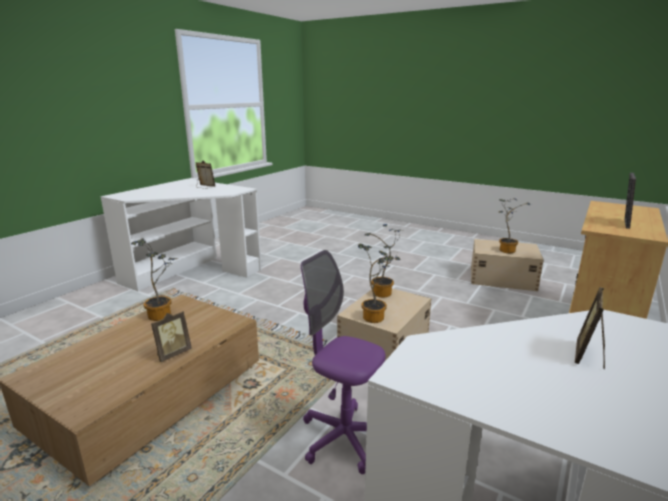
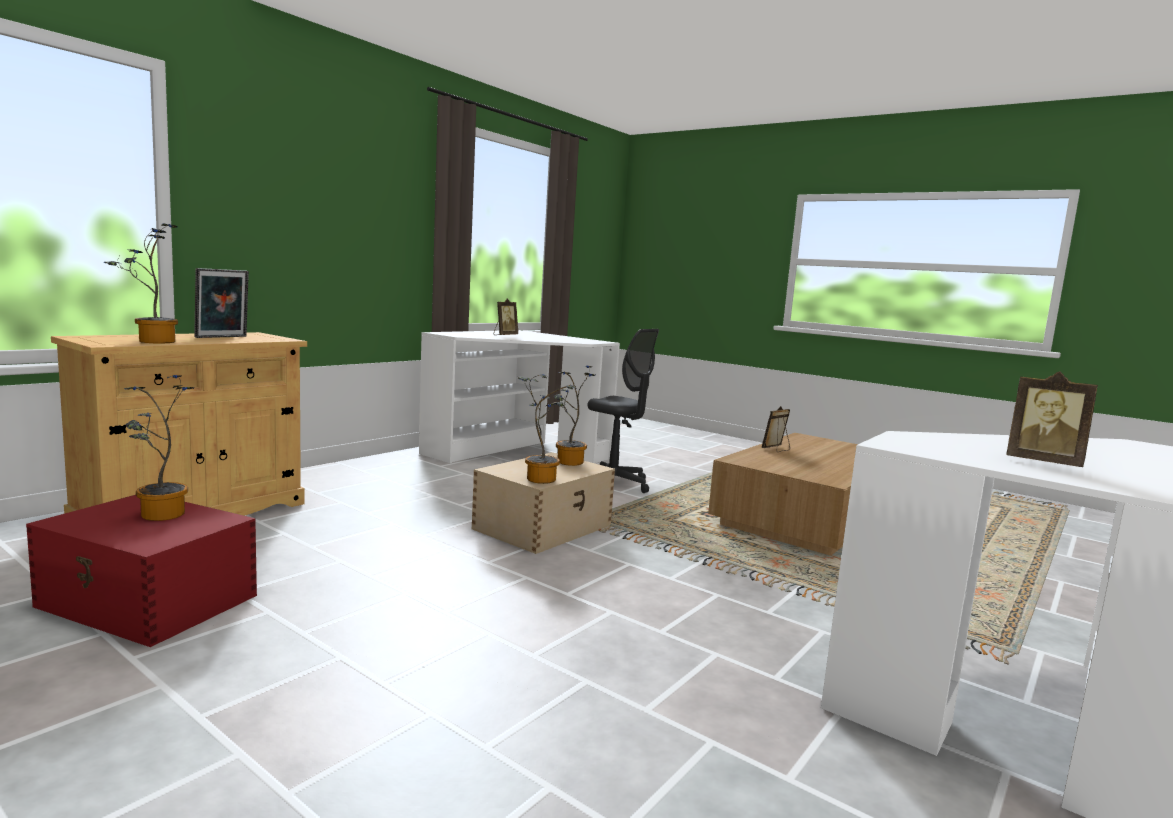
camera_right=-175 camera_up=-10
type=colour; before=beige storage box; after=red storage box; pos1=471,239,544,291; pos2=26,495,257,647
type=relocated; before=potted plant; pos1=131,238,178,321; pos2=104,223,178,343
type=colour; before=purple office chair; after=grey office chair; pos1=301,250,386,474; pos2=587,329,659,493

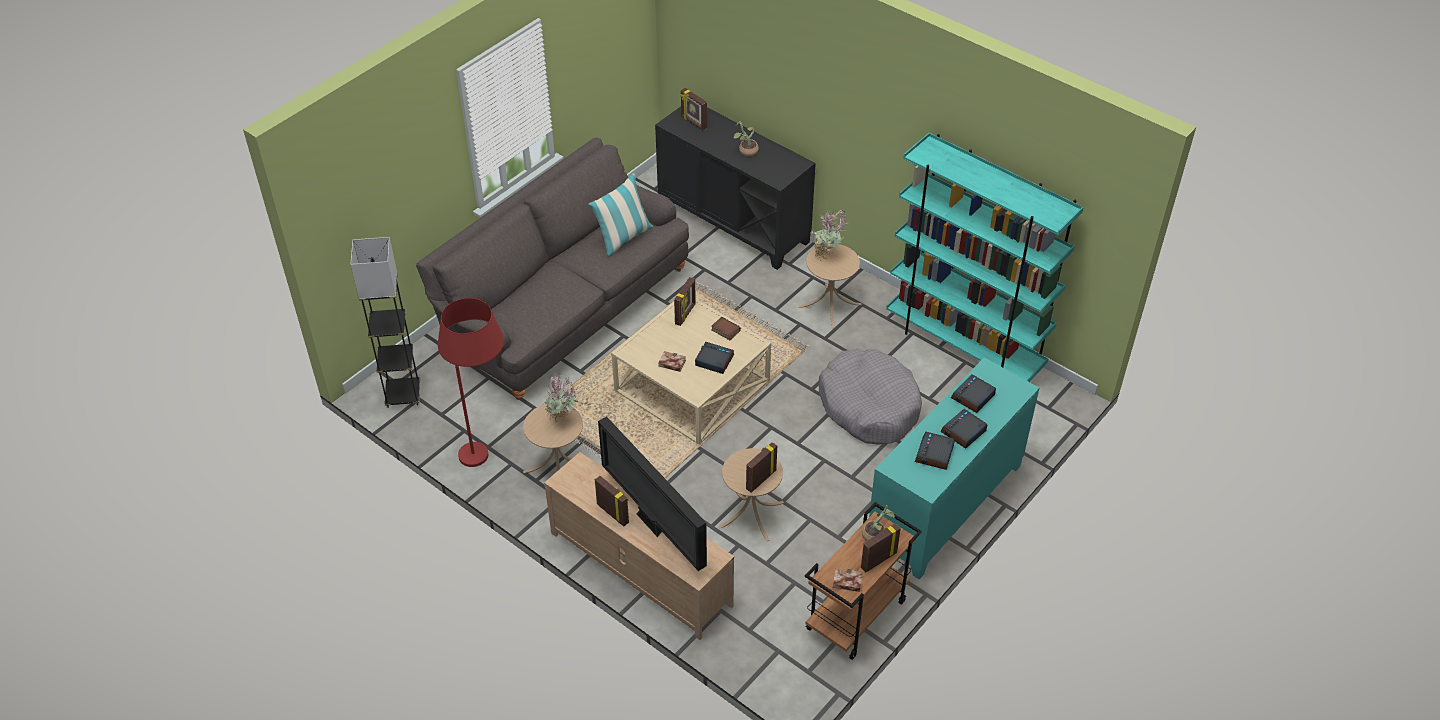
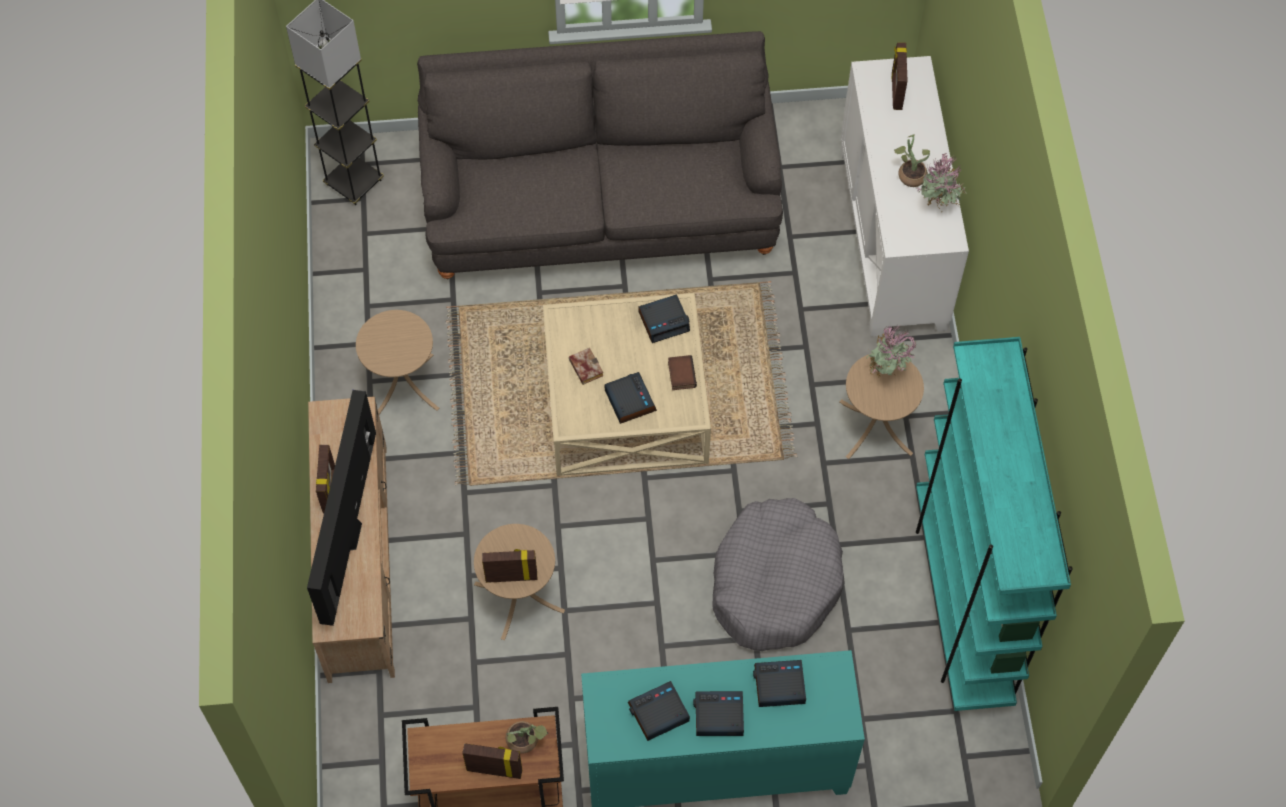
camera_right=45 camera_up=15
type=exchanged; before=picture frame; after=alarm clock; pos1=674,277,696,326; pos2=638,294,690,343
type=colour; before=black cabinet; after=white cabinet; pos1=655,107,816,270; pos2=840,56,969,336
type=relocated; before=potted plant; pos1=543,374,578,423; pos2=918,153,967,209
type=missing; before=red floor lamp; pos1=438,298,504,467
type=missing; before=pillow; pos1=588,173,653,257
type=missing; before=book; pos1=833,568,863,592

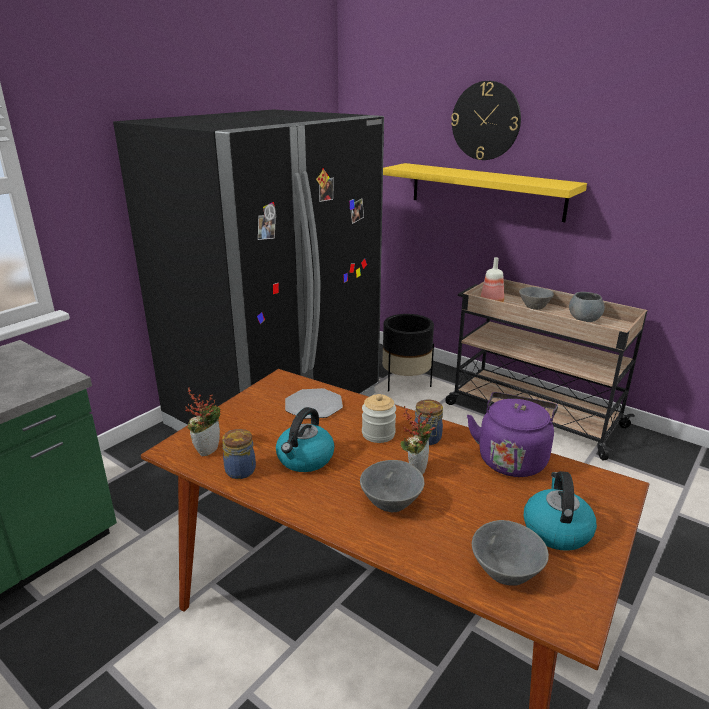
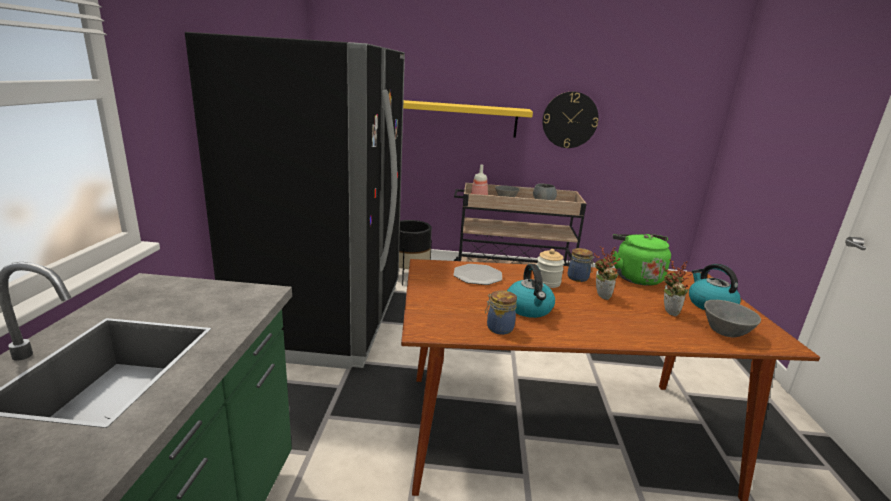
camera_right=-35 camera_up=-5
type=relocated; before=wall clock; pos1=451,81,521,160; pos2=542,92,599,148
type=colour; before=purple kettle; after=green kettle; pos1=467,392,558,477; pos2=612,234,671,286
type=relocated; before=potted plant; pos1=186,388,221,457; pos2=663,259,692,317
type=missing; before=grey bowl; pos1=360,460,425,512

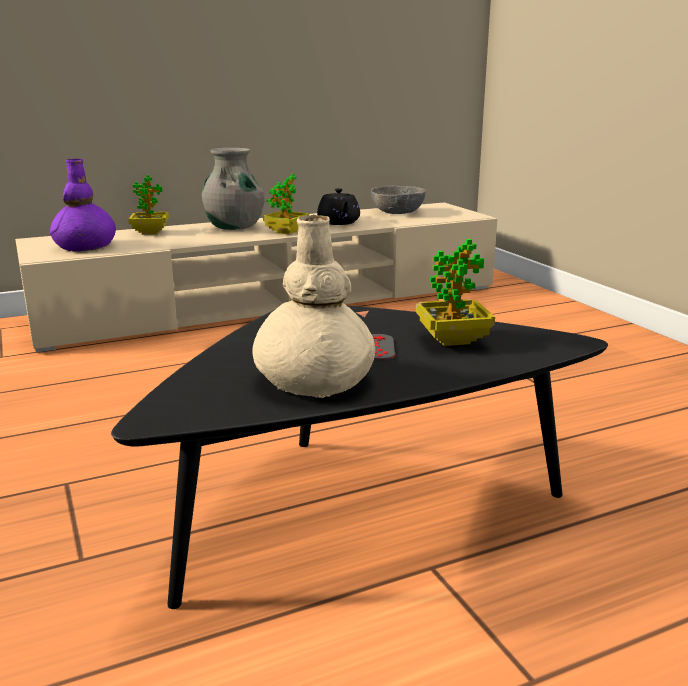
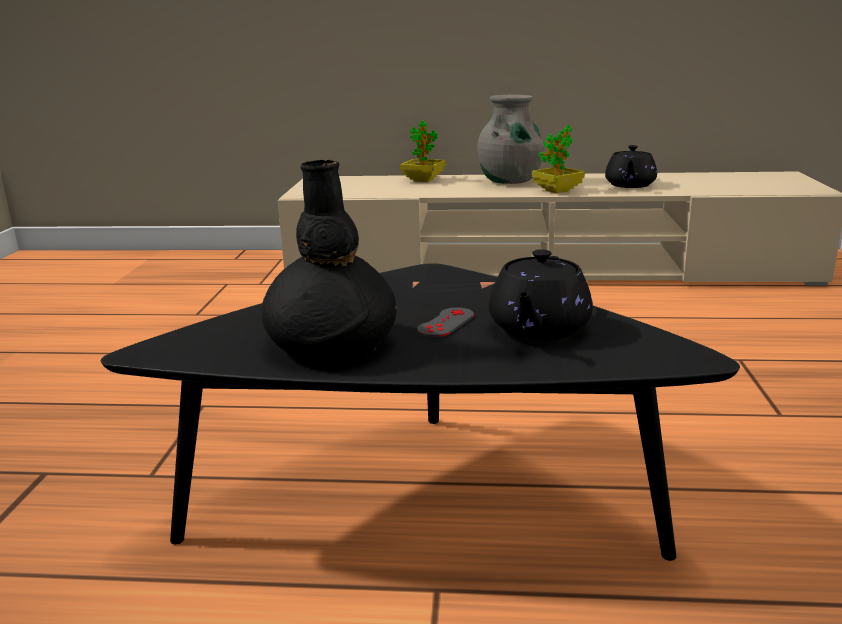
camera_right=30 camera_up=0
type=colour; before=beige vase; after=black vase; pos1=252,215,375,398; pos2=261,160,397,363
type=exchanged; before=potted plant; after=black teapot; pos1=416,239,495,346; pos2=489,249,593,340
type=missing; before=purple vase; pos1=50,159,116,252
type=missing; before=grey bowl; pos1=371,185,426,214

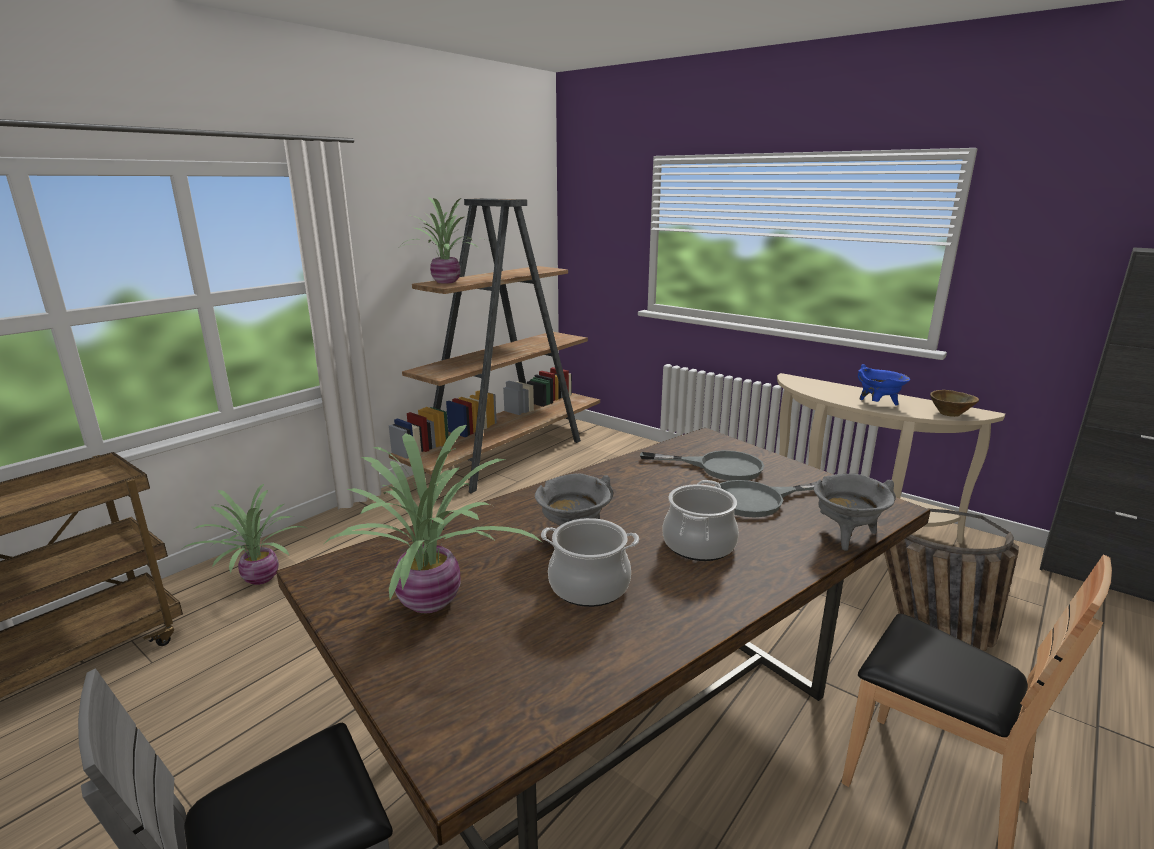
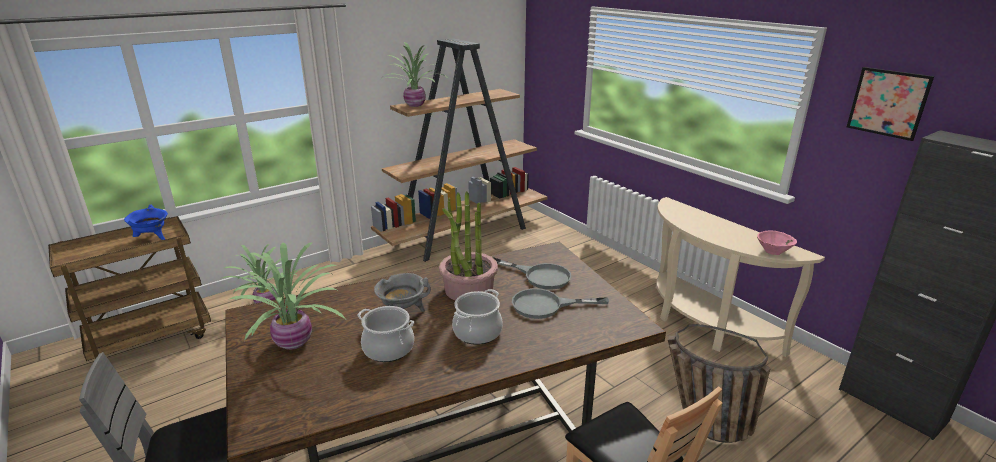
camera_right=15 camera_up=5
type=relocated; before=blue cooking pot; pos1=858,364,910,406; pos2=124,205,168,240
type=appeared; after=potted plant; pos2=439,191,498,300
type=colour; before=brown bowl; after=pink bowl; pos1=930,390,979,417; pos2=757,231,797,255
type=appeared; after=picture; pos2=847,67,934,141
type=missing; before=grey cooking pot; pos1=814,474,896,551

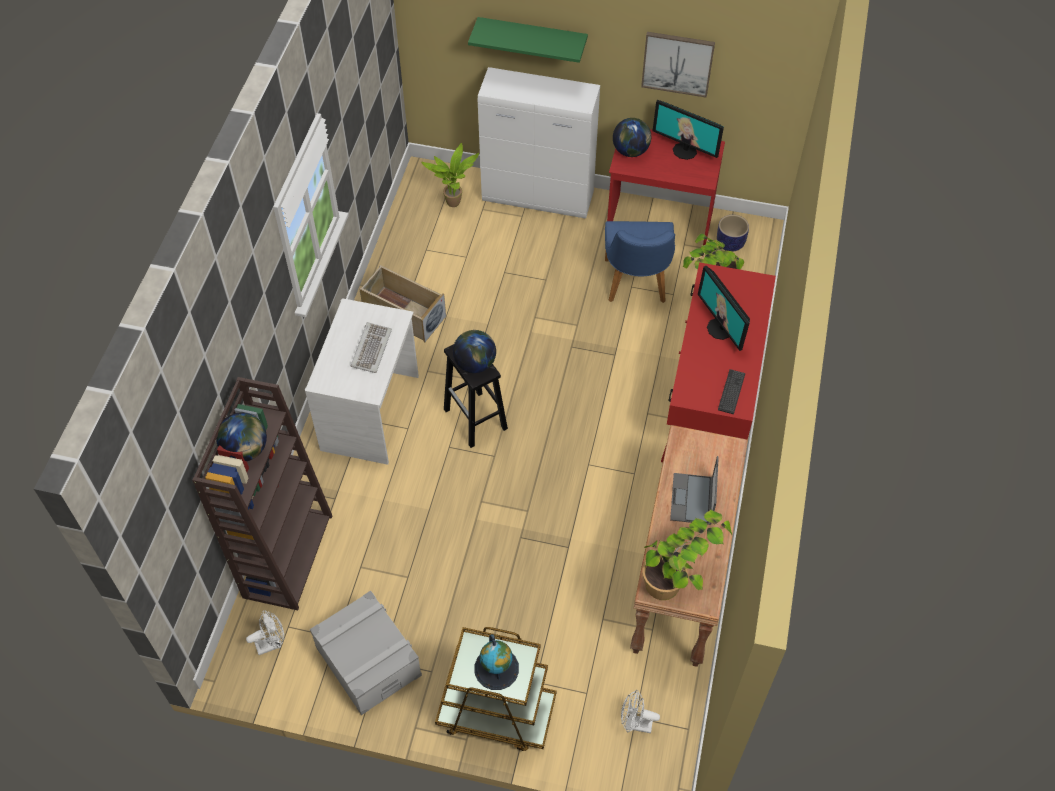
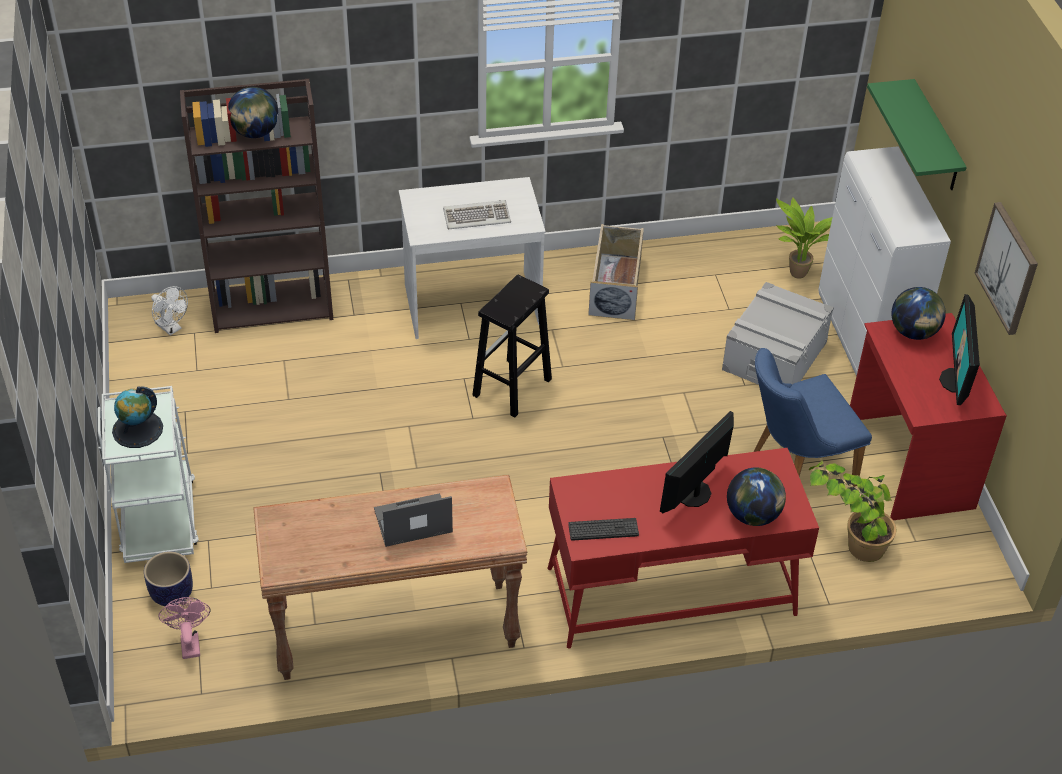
camera_right=65 camera_up=-10
type=colour; before=brown cart; after=white cart; pos1=435,627,556,751; pos2=98,386,199,563
type=relocated; before=planter; pos1=717,215,749,252; pos2=144,551,193,606
type=colour; before=white fan; after=pink fan; pos1=621,690,660,733; pos2=158,597,211,659
type=relocated; before=grey storage box; pos1=310,591,422,715; pos2=722,282,834,385
type=relocated; before=globe; pos1=453,330,496,373; pos2=727,467,786,526
type=missing; before=potted plant; pos1=642,510,732,600

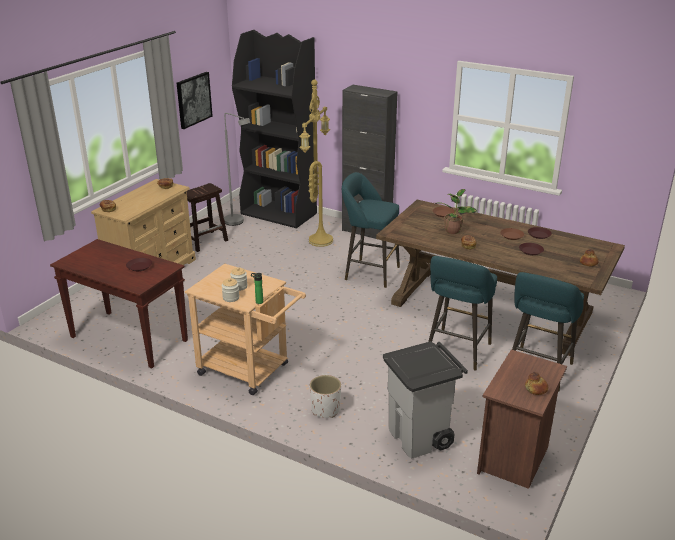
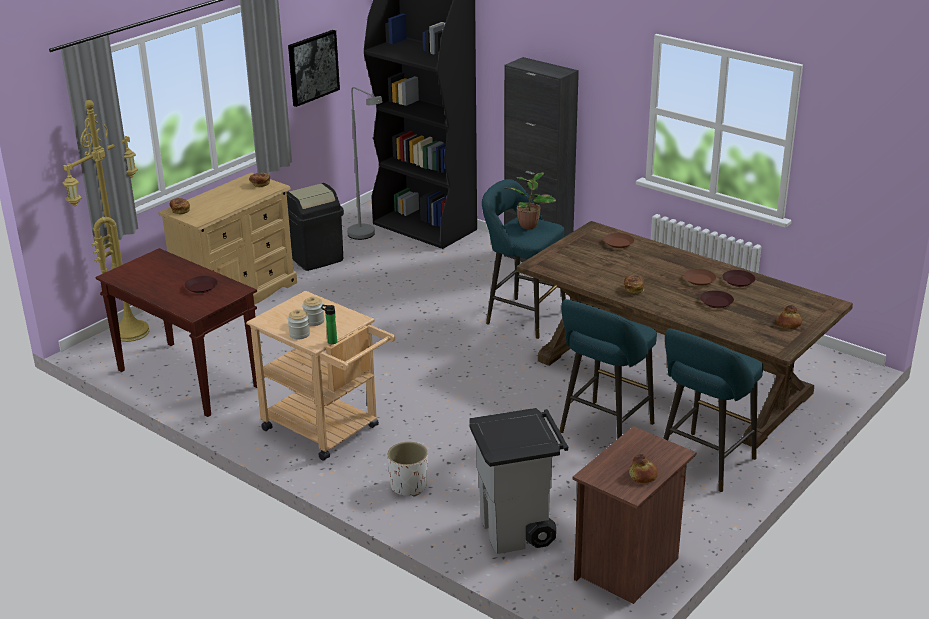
camera_right=10 camera_up=0
type=relocated; before=yellow floor lamp; pos1=299,79,333,247; pos2=63,100,149,342
type=exchanged; before=brown stool; after=black trash can; pos1=187,183,228,252; pos2=286,183,344,271
type=relocated; before=potted plant; pos1=436,189,477,234; pos2=505,172,557,229

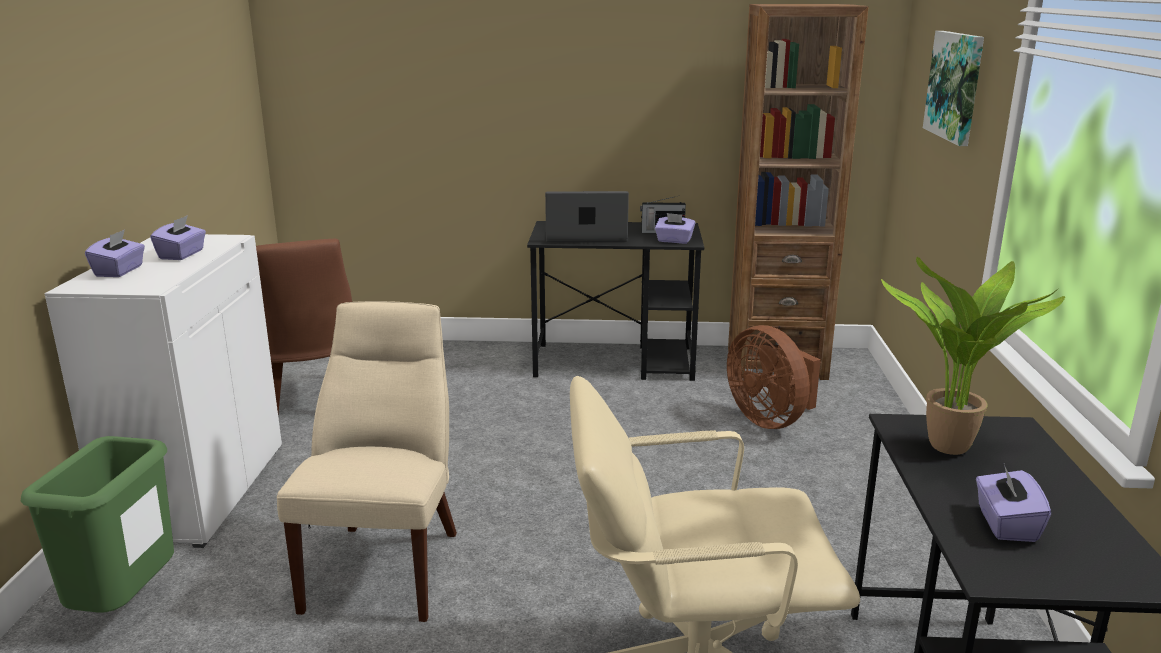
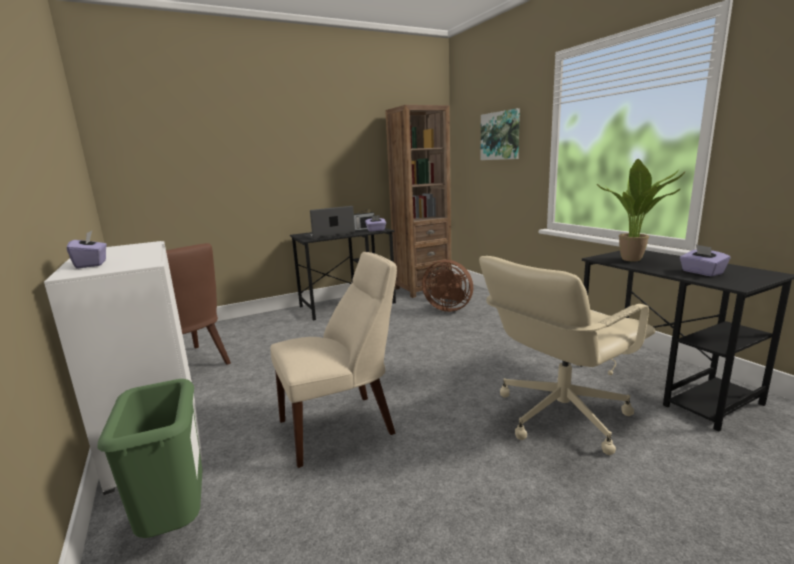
camera_right=-30 camera_up=-5
type=spun; before=beige chair; pos1=277,301,457,622; pos2=270,252,397,468; turn=90
type=missing; before=purple tissue box; pos1=150,215,206,260

